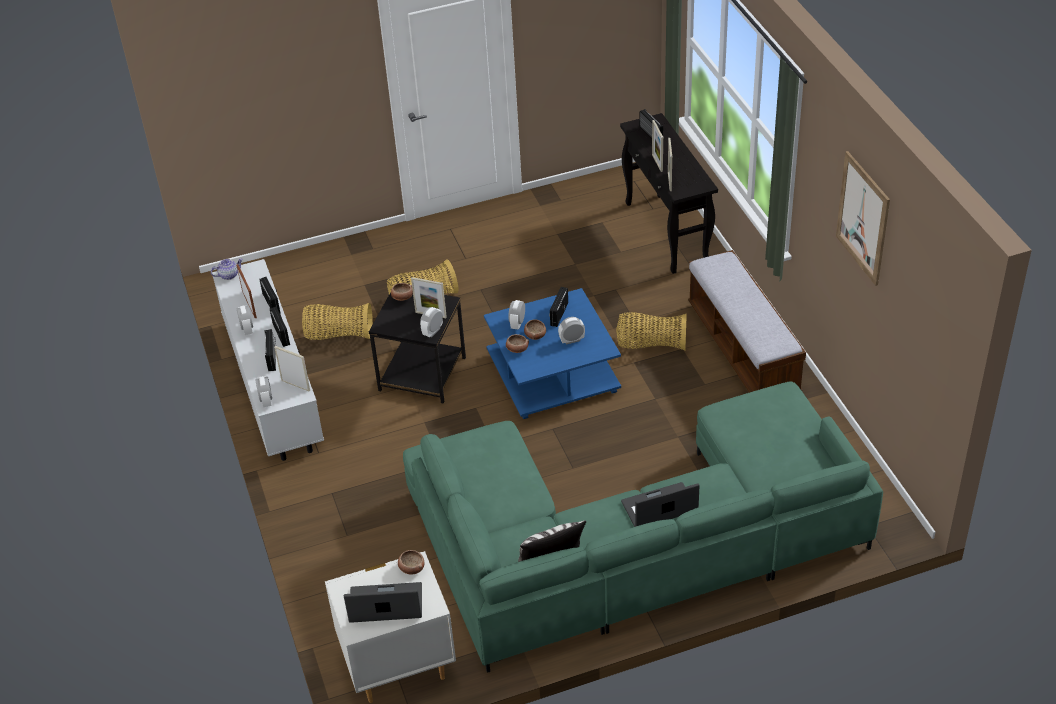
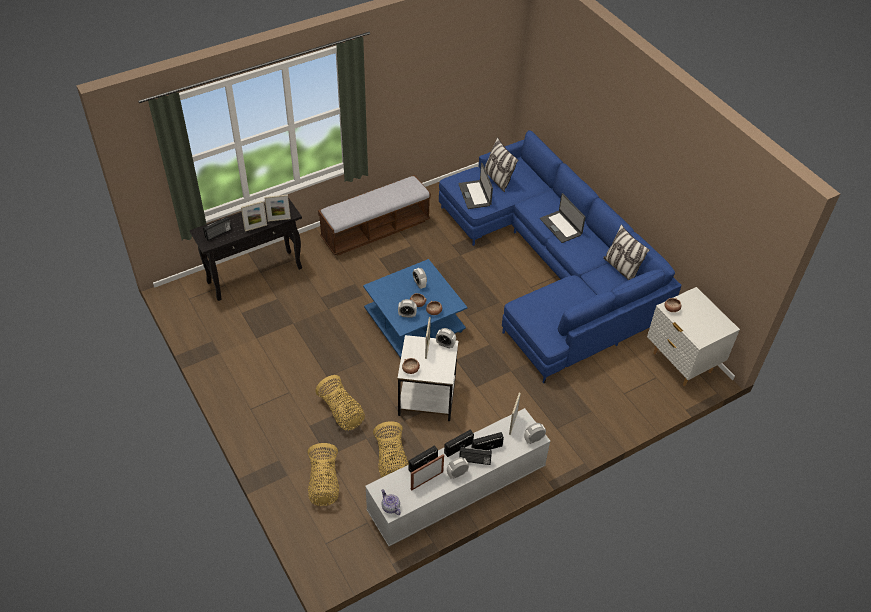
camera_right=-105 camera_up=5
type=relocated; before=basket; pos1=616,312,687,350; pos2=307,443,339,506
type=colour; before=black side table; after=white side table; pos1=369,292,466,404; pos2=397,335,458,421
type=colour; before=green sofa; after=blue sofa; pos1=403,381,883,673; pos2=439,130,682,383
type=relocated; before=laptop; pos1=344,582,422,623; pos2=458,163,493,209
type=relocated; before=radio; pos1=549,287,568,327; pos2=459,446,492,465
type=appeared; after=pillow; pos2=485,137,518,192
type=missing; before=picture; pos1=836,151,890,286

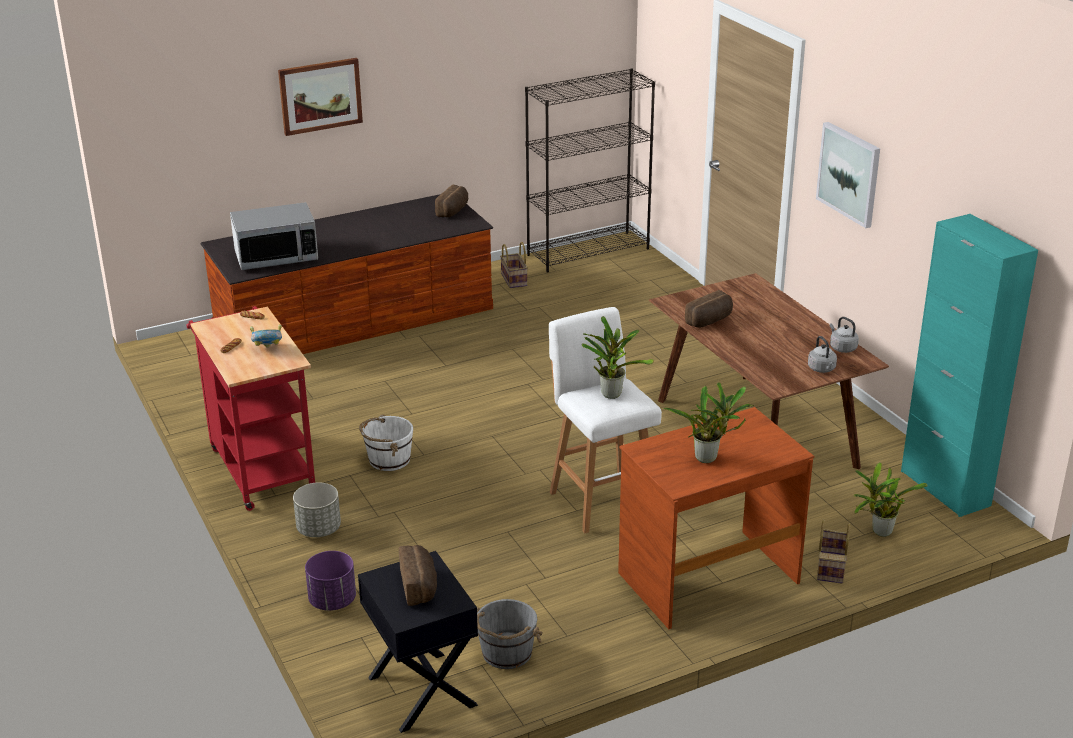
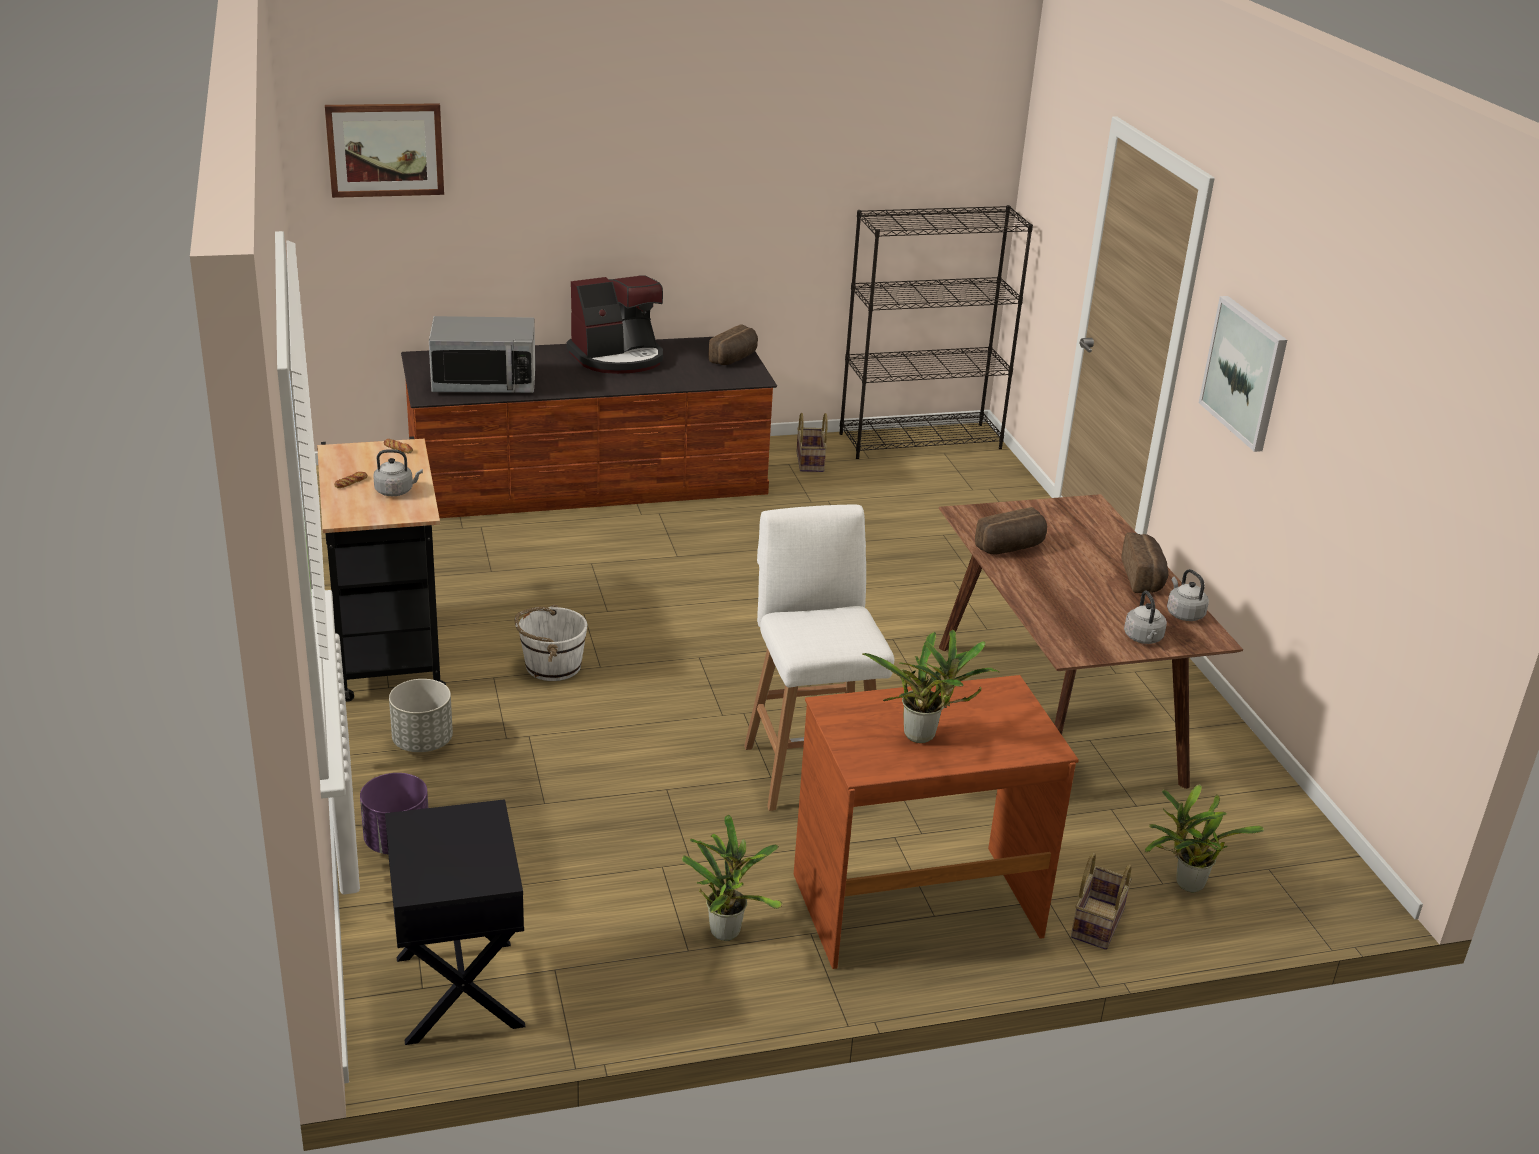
camera_right=10 camera_up=0
type=colour; before=red cart; after=black cart; pos1=186,306,315,511; pos2=317,436,446,702
type=relocated; before=picture; pos1=278,58,363,136; pos2=325,103,444,198
type=exchanged; before=bowl; after=grey kettle; pos1=250,324,282,347; pos2=373,449,423,496
type=appeared; after=coffee machine; pos2=567,275,663,374
type=relocated; before=potted plant; pos1=582,316,654,399; pos2=682,815,783,941
type=relocated; before=bread; pos1=399,545,437,606; pos2=1121,533,1169,593
type=missing; before=grey bucket; pos1=477,599,543,669
type=missing; before=turquoise cabinet; pos1=901,214,1038,517

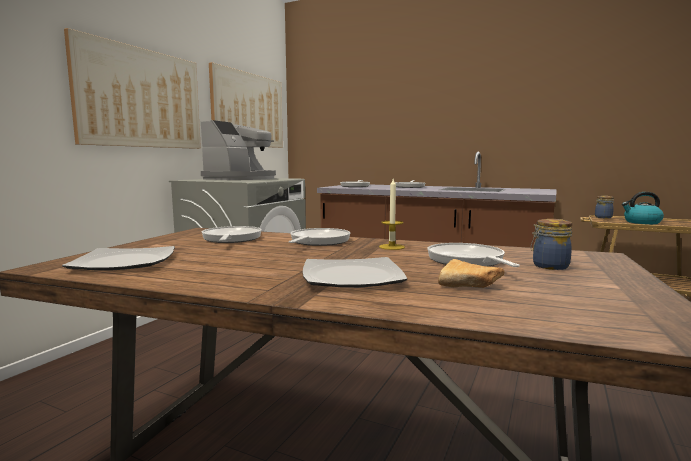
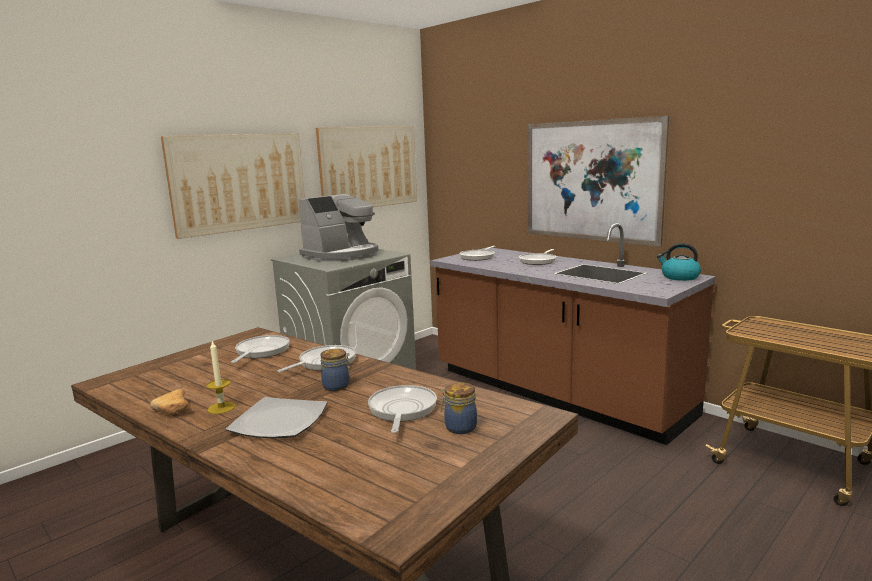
camera_right=20 camera_up=5
type=relocated; before=bread; pos1=438,259,505,288; pos2=150,389,189,416
type=relocated; before=candle; pos1=379,179,405,250; pos2=206,340,236,414
type=relocated; before=jar; pos1=595,196,614,218; pos2=320,349,352,391
type=appeared; after=picture; pos2=527,116,669,247
type=relocated; before=kettle; pos1=622,192,664,224; pos2=657,243,701,281
type=missing; before=plate; pos1=62,246,175,271

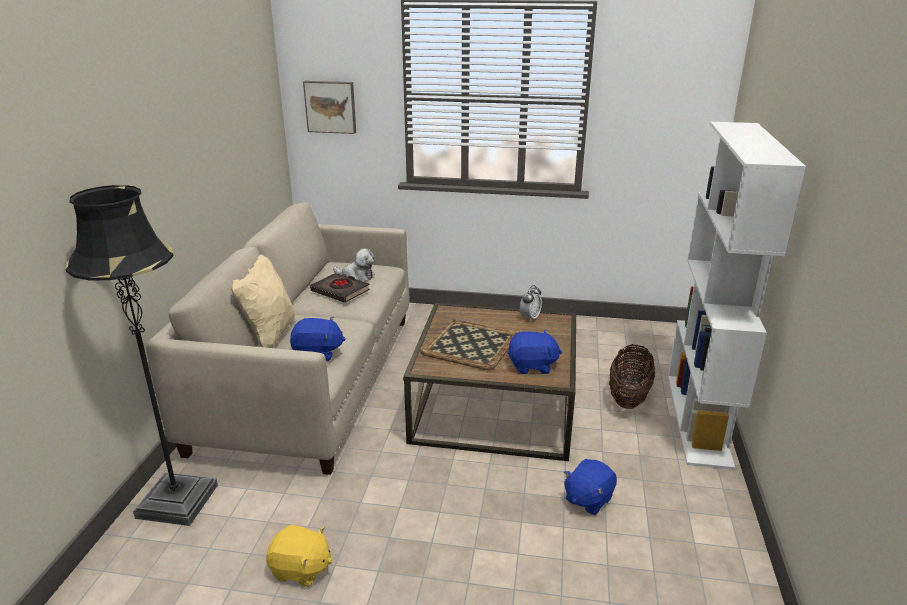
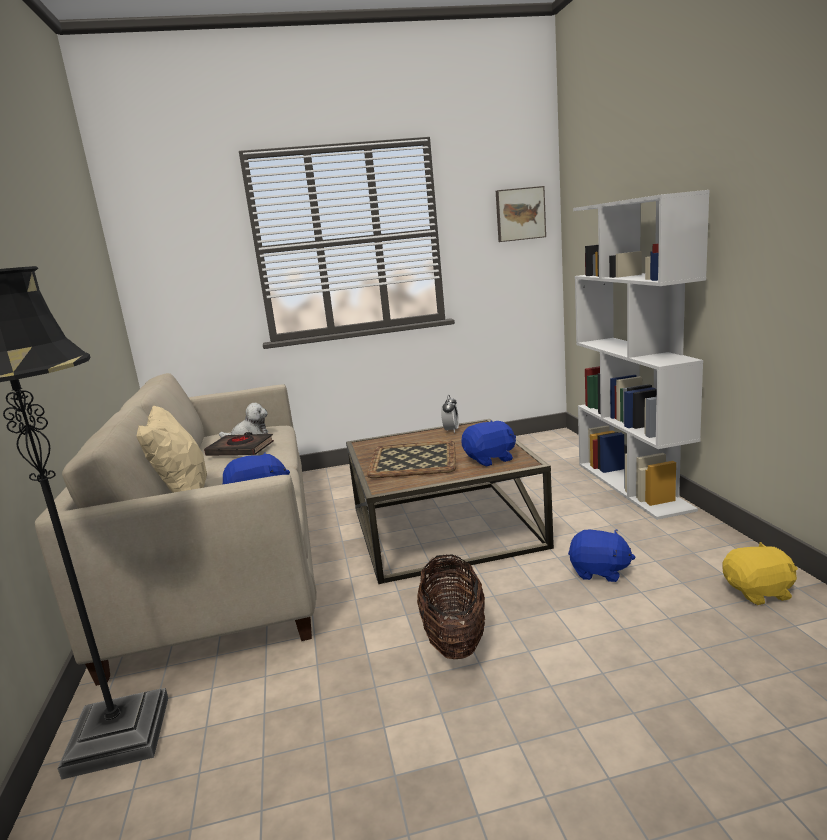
camera_right=-20 camera_up=-10
type=relocated; before=basket; pos1=609,344,655,409; pos2=417,555,485,659
type=relocated; before=picture; pos1=303,81,356,134; pos2=496,186,546,242
type=spun; before=blue plush toy; pos1=564,459,617,515; pos2=568,530,635,582; turn=-90
type=relocated; before=yellow plush toy; pos1=266,525,332,587; pos2=723,542,798,605

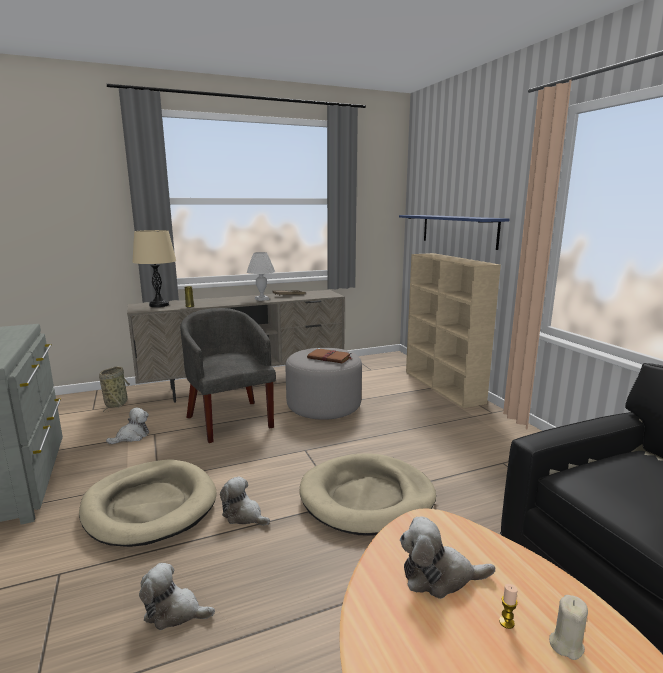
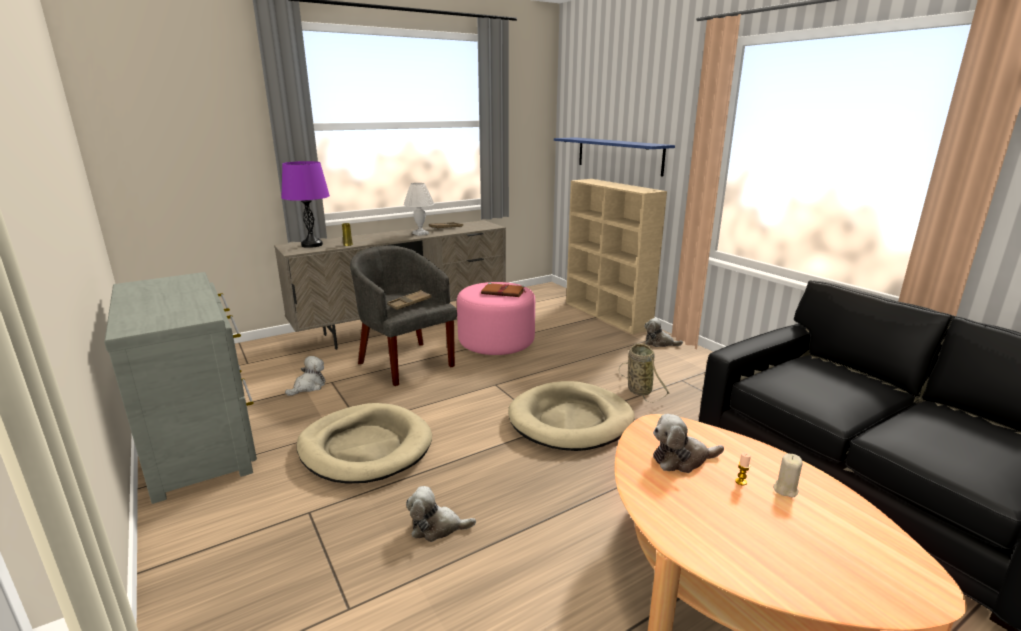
camera_right=-10 camera_up=5
type=colour; before=beige table lamp; after=purple table lamp; pos1=132,230,176,307; pos2=281,161,330,248
type=appeared; after=brown tray; pos2=387,290,432,310
type=colour; before=grey ottoman; after=pink ottoman; pos1=285,348,362,420; pos2=457,282,535,355
type=relocated; before=basket; pos1=99,366,130,412; pos2=618,344,669,403
type=relocated; before=plush toy; pos1=220,477,270,526; pos2=645,318,683,347

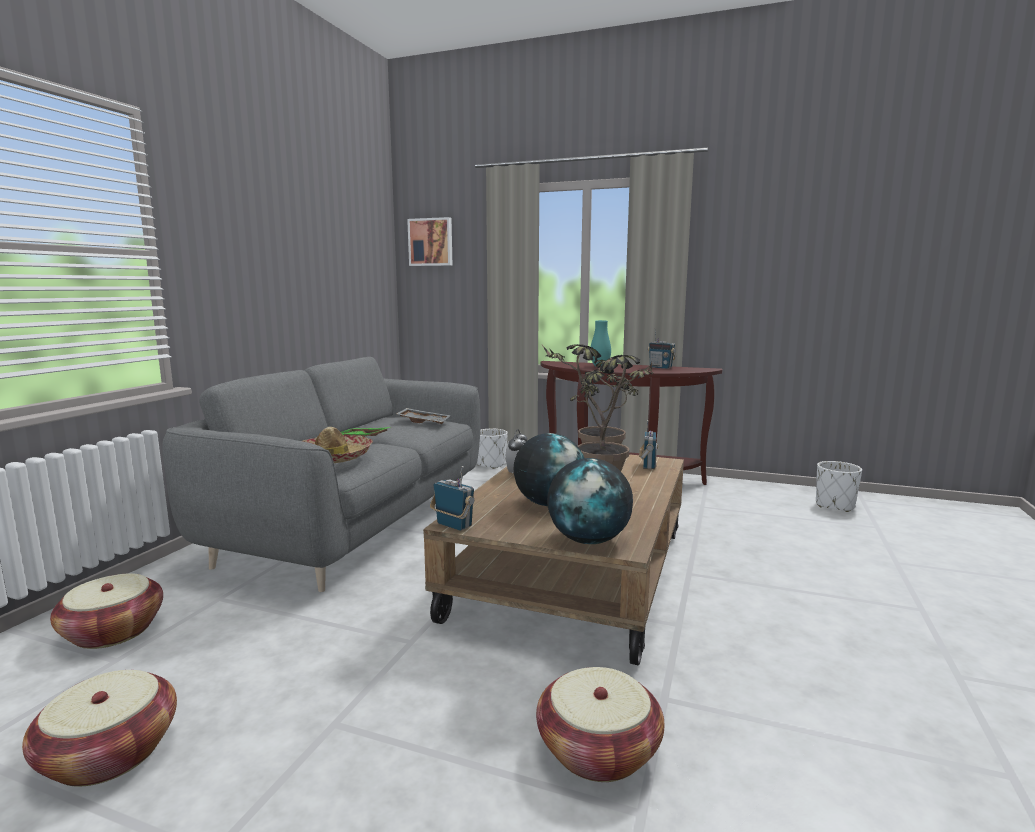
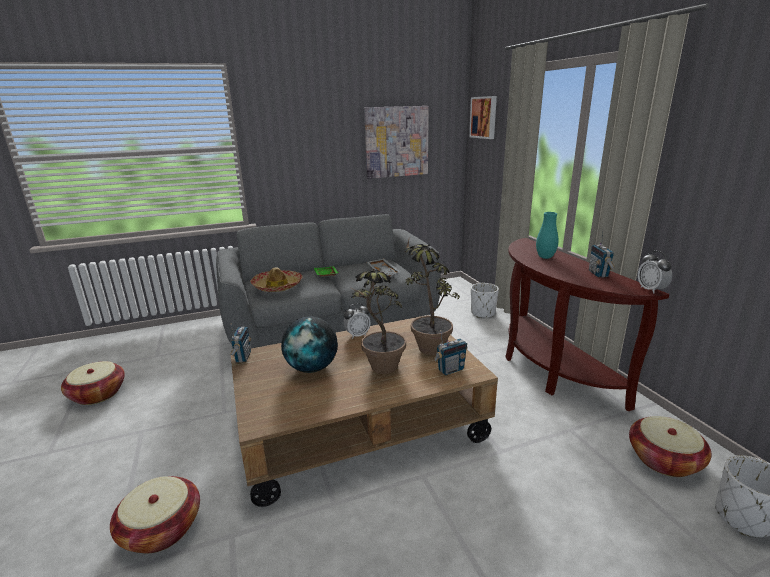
camera_right=50 camera_up=10
type=appeared; after=picture; pos2=364,106,429,179
type=relocated; before=basket; pos1=50,573,163,649; pos2=629,416,712,477
type=appeared; after=alarm clock; pos2=638,251,672,294
type=missing; before=globe; pos1=547,458,633,544

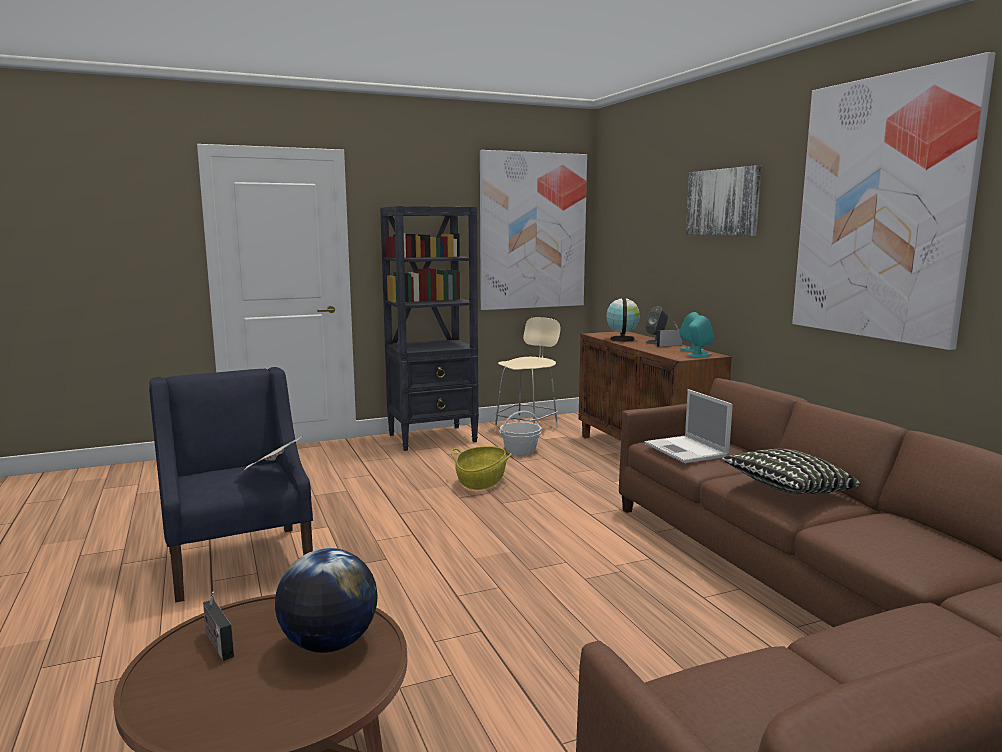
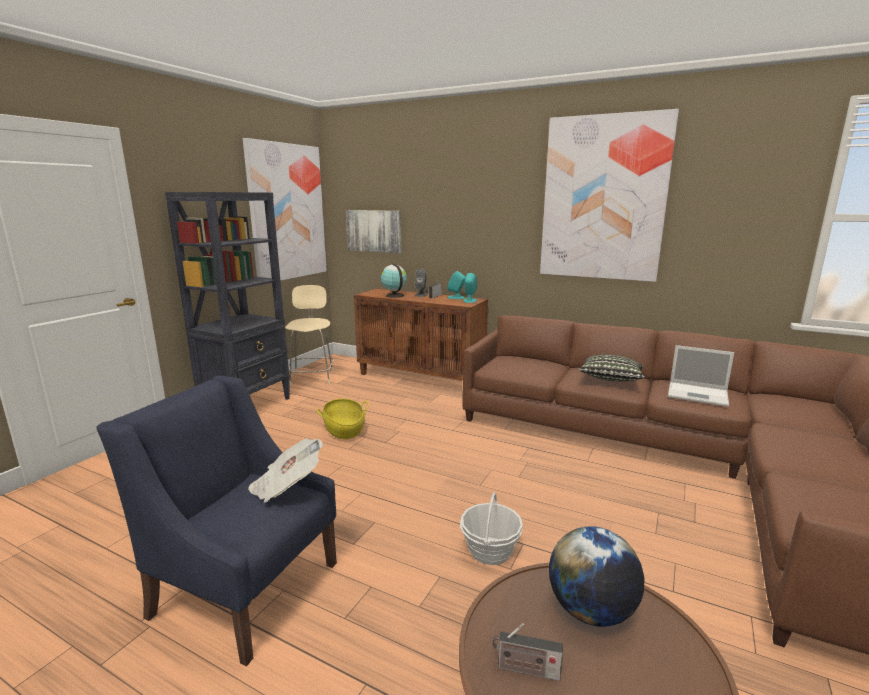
camera_right=-40 camera_up=5
type=relocated; before=picture; pos1=686,165,761,236; pos2=346,210,402,253
type=relocated; before=basket; pos1=499,411,542,455; pos2=460,492,523,565
type=relocated; before=laptop; pos1=645,389,733,463; pos2=668,345,734,407

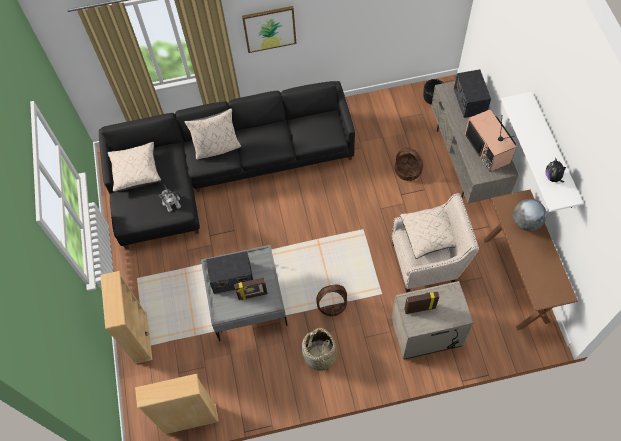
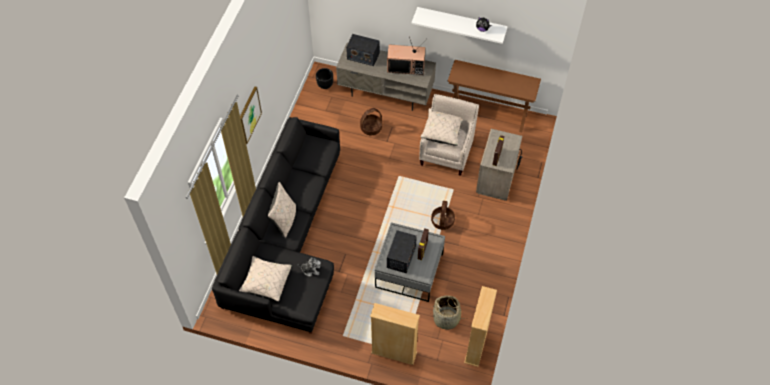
camera_right=-65 camera_up=-5
type=relocated; before=basket; pos1=301,328,338,372; pos2=430,295,467,330
type=missing; before=globe; pos1=513,199,547,231

